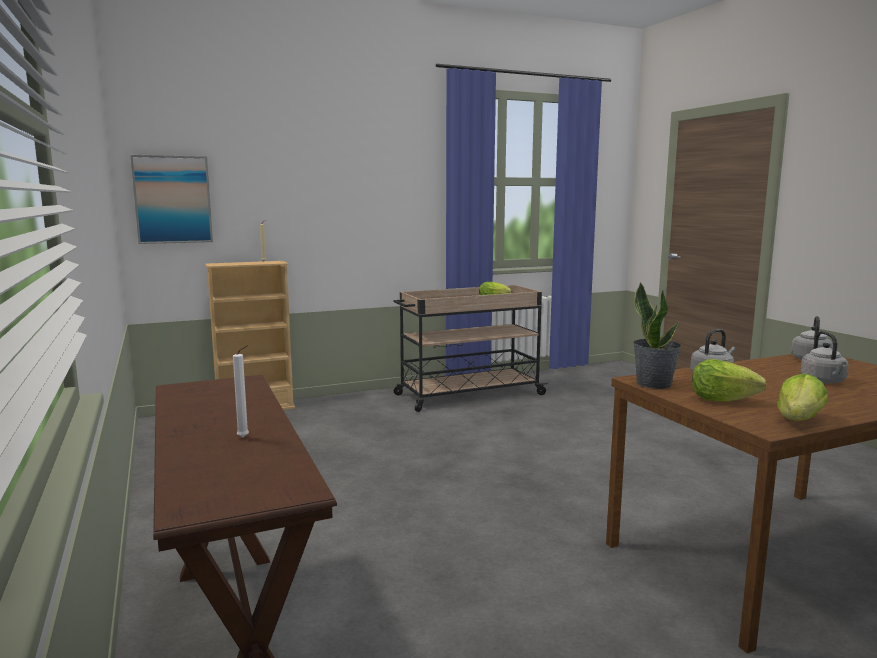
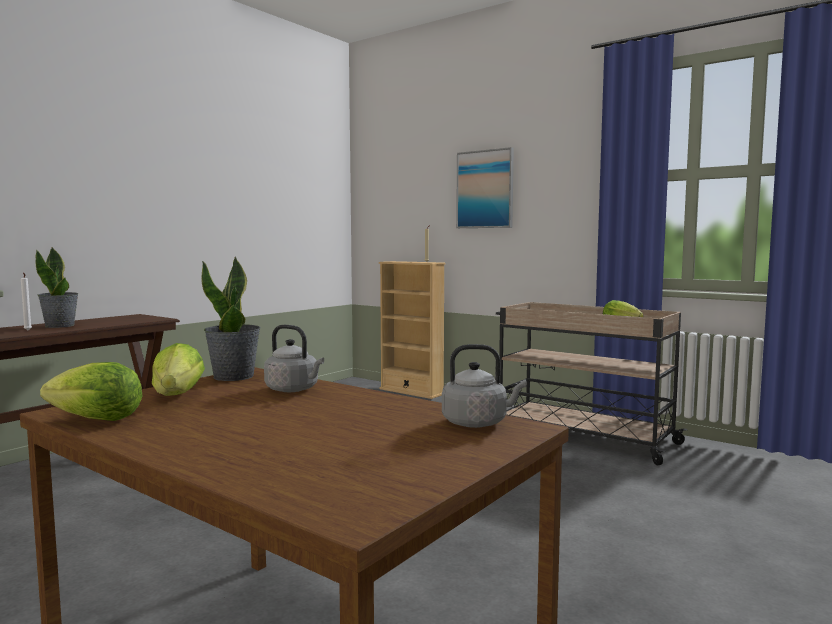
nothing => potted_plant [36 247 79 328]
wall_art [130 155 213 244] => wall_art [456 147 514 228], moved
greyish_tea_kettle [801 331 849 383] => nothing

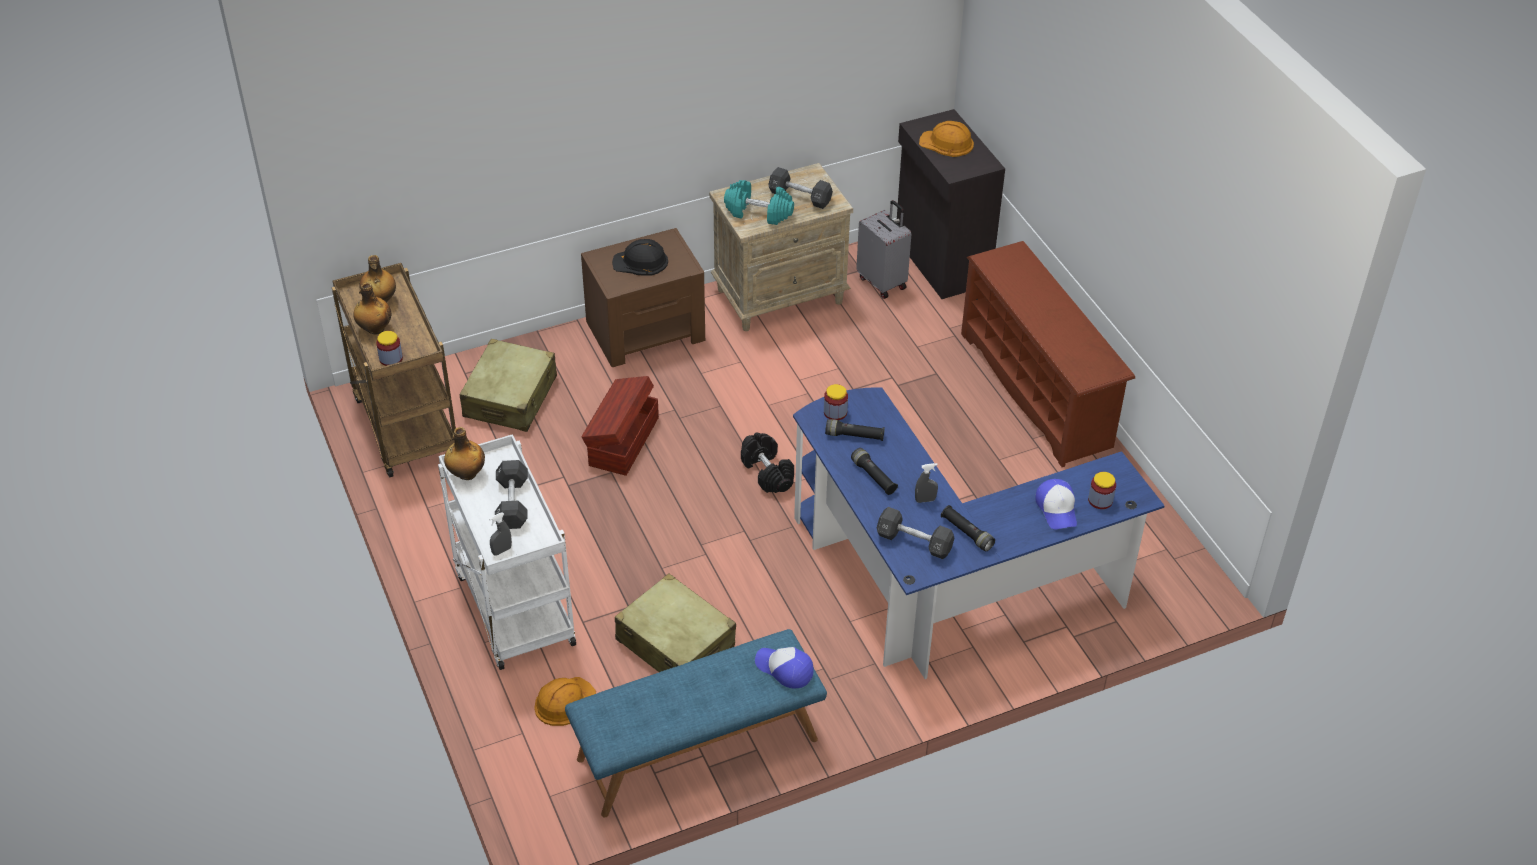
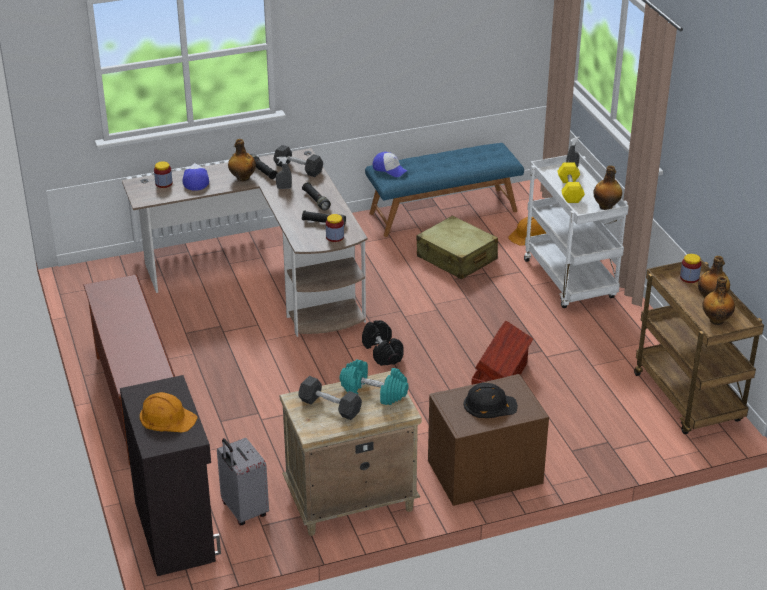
blue_desk [793 388 1165 679] => brownish_desk [122 148 368 337]
nothing => drink_bottle [228 139 256 181]
blackish_hand_weight [495 460 528 529] => yellow_hand_weight [557 162 585 203]
beige_suitcase [460 339 557 432] => nothing

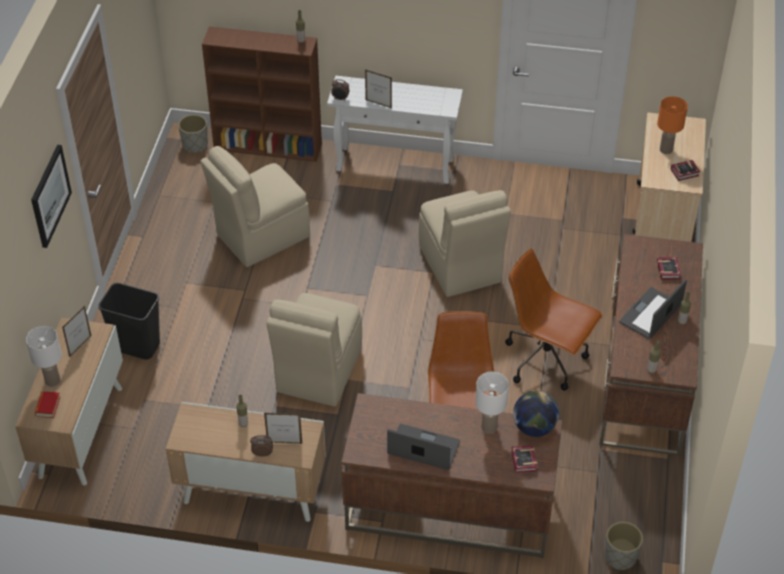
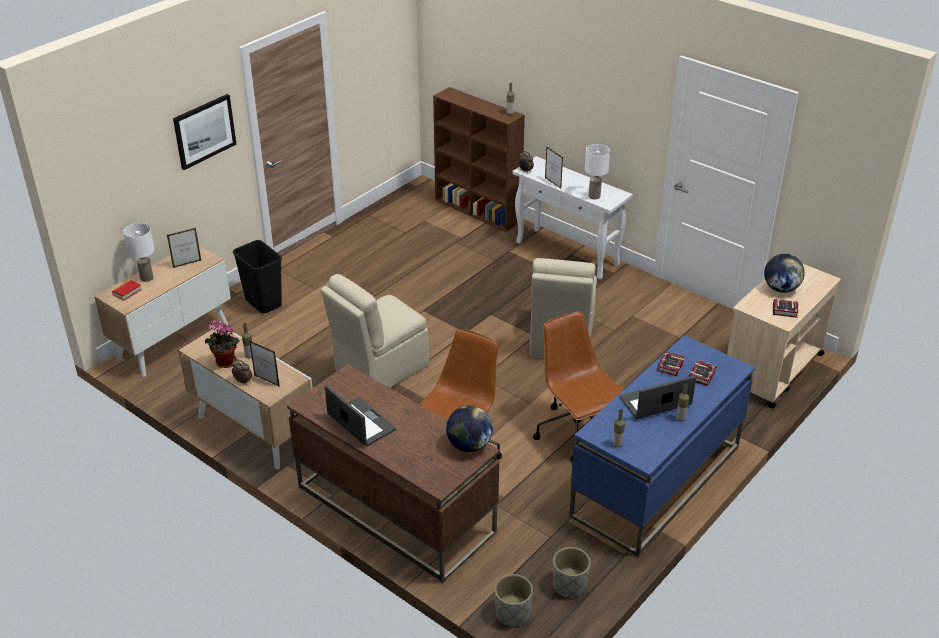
nothing => potted_plant [205 319 240 368]
greyish_plant_pot [178 115 208 153] => greyish_plant_pot [553 547 591 598], moved
brownish_desk [599 234 703 456] => blue_desk [569 335 755 557]
whitish_lamp_for_a_table [475 372 509 434] => whitish_lamp_for_a_table [584 144 610 199], moved
book [511 445 537 474] => book [657 352 684 377], moved
orange-coloured_lamp_for_a_table [657 96 688 154] => world_globe [764 254 805 293]
beige_plain_chair [200 146 310 267] => nothing

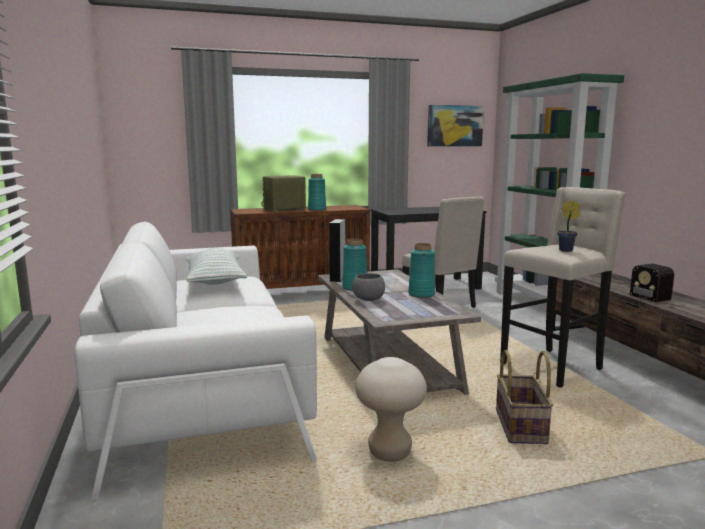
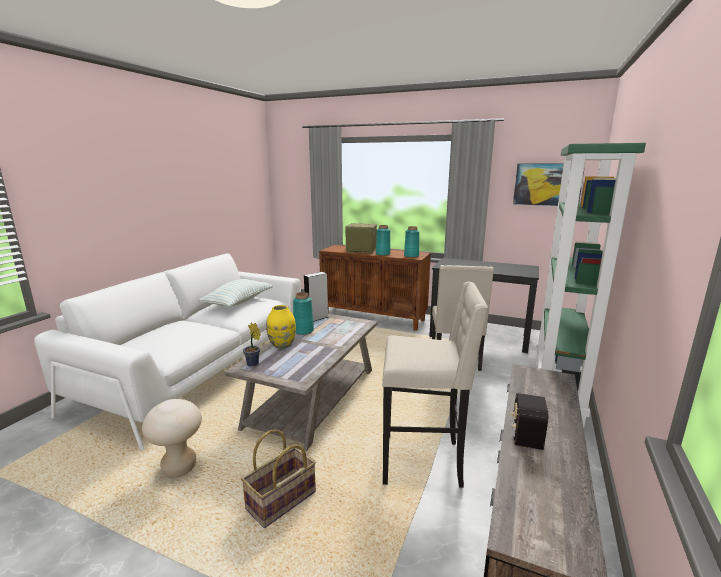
potted_plant [557 199 580 252] => potted_plant [243 323 261 367], moved
greyish_serving_bowl [352 273 385 301] => yellow_vase [266 305 296 349]
turquoise-coloured_vase [408 243 435 298] => turquoise-coloured_vase [404 226 419 258], moved

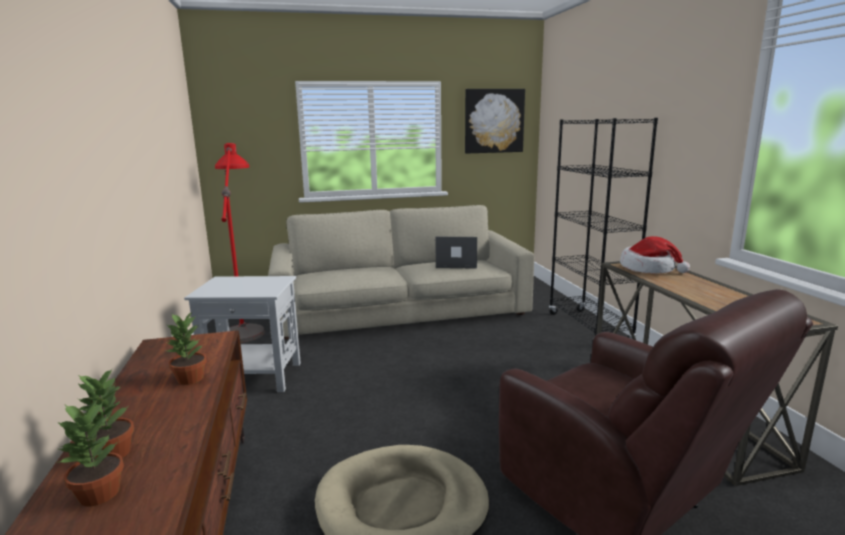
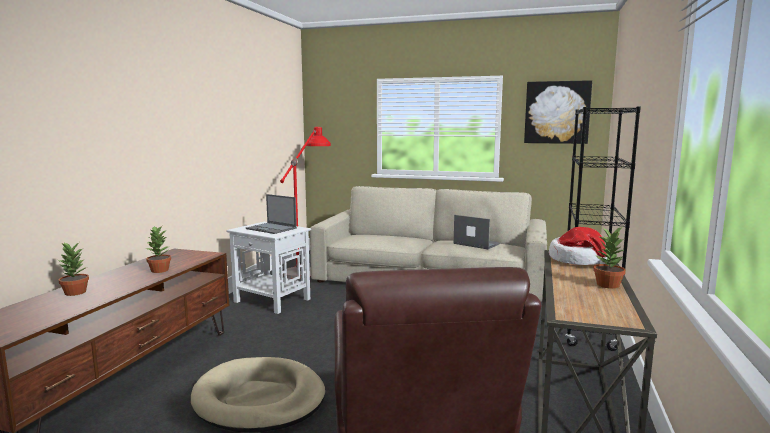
nothing => laptop [246 194 297 234]
potted_plant [57 398 124 506] => potted_plant [593 228 626 289], moved

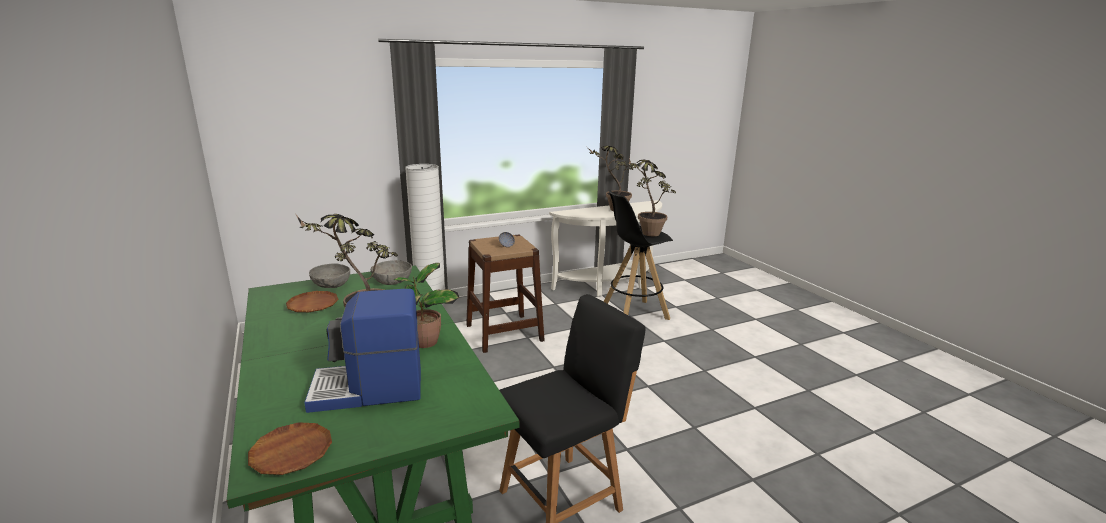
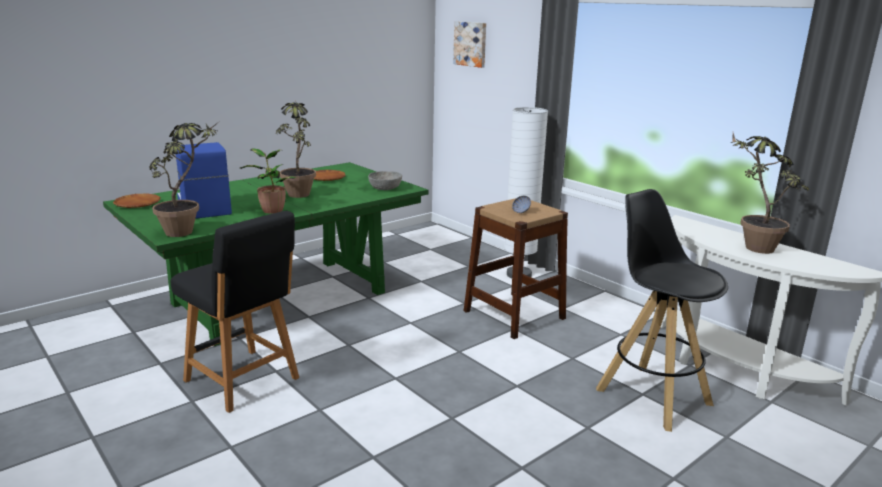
potted_plant [628 158 676 236] => potted_plant [150 121 220 237], moved
nothing => wall_art [453 21 486 68]
greyish_serving_bowl [309 263 350 288] => nothing

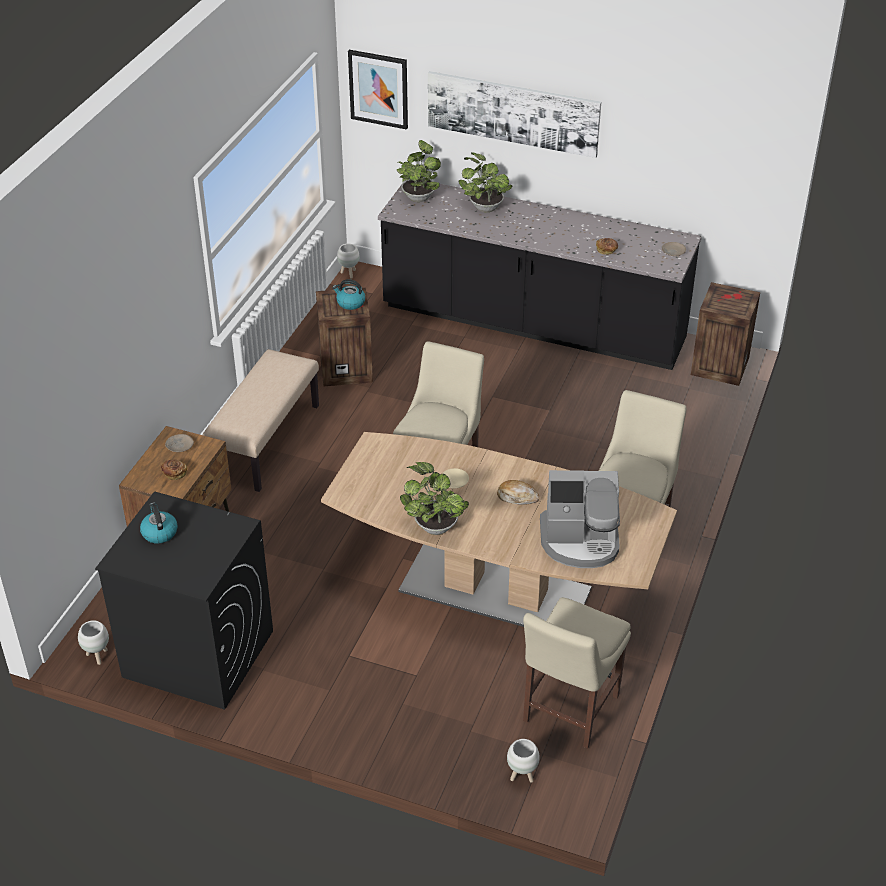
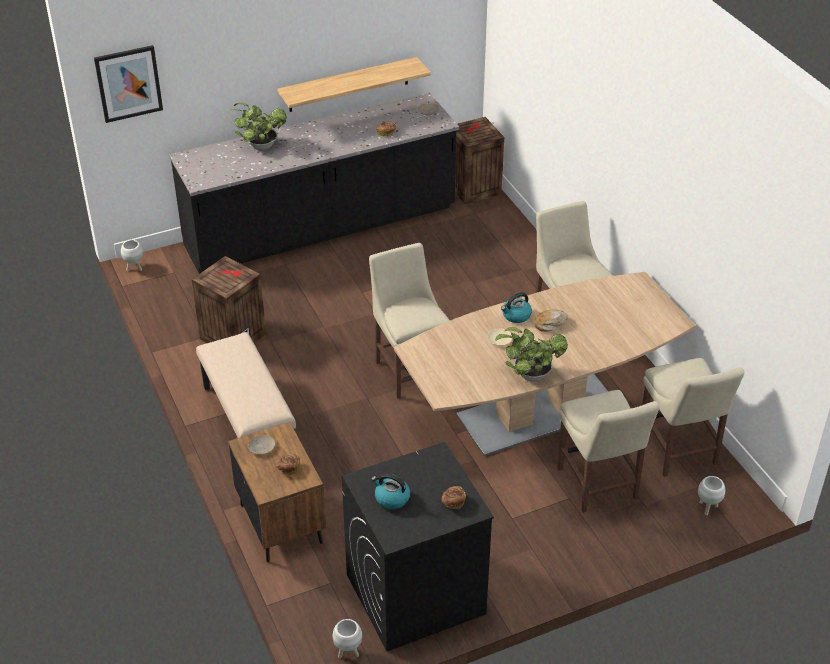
nothing => bracket_shelf [277 57 431 112]
nothing => baked_bread [442 486 466 509]
tea_kettle [332 279 366 310] => tea_kettle [501 292 532 323], moved
nothing => beige_plain_chair [557 390 660 513]
potted_plant [397 140 441 202] => nothing
wall_art [428 71 601 158] => nothing
coffee_maker [540 470 620 568] => nothing

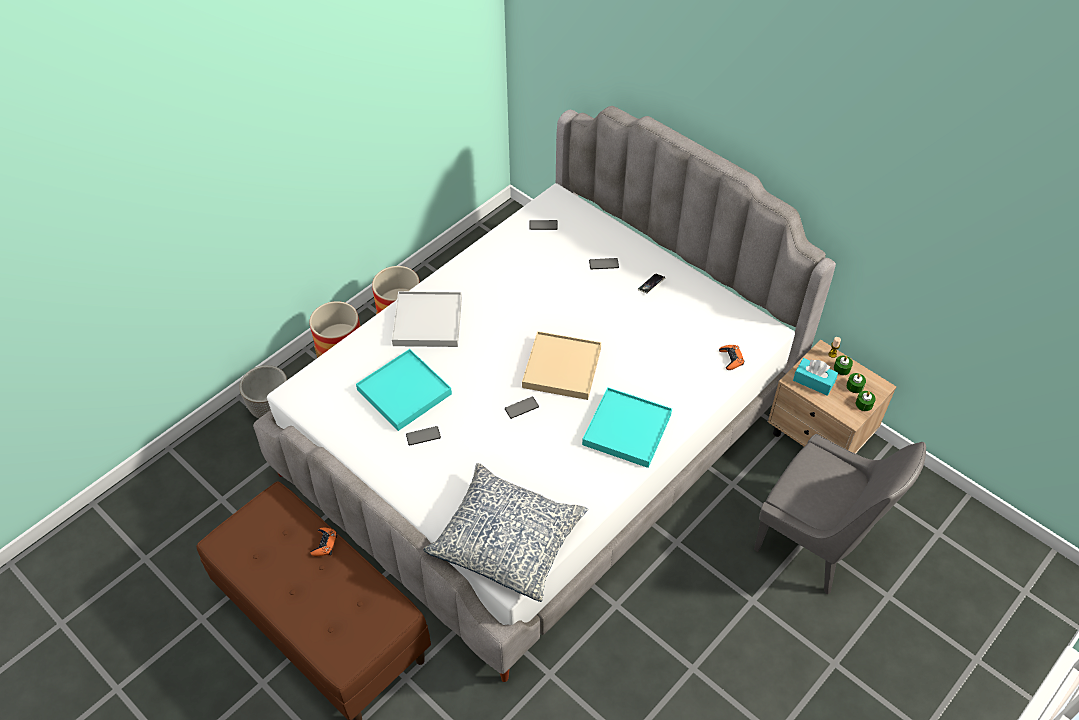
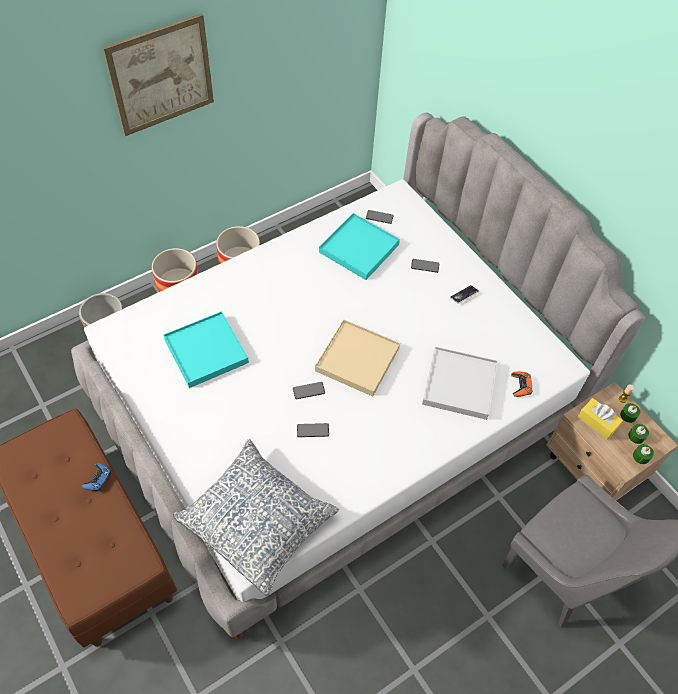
orange-coloured_gamepad [310 528 337 556] => blue_gamepad [82 463 111 491]
nothing => wall_art [102 13 214 136]
handset [406 426 441 445] => handset [297 423 329 437], moved
turquoise-coloured_carrying_tray [582 387 672 468] => turquoise-coloured_carrying_tray [319 213 400 280], moved
whitish_carrying_tray [392 291 462 347] => whitish_carrying_tray [422 346 498 420], moved
turquoise-coloured_box_of_tissues [793 358 838 396] => yellow_box_of_tissues [578 398 623 440]

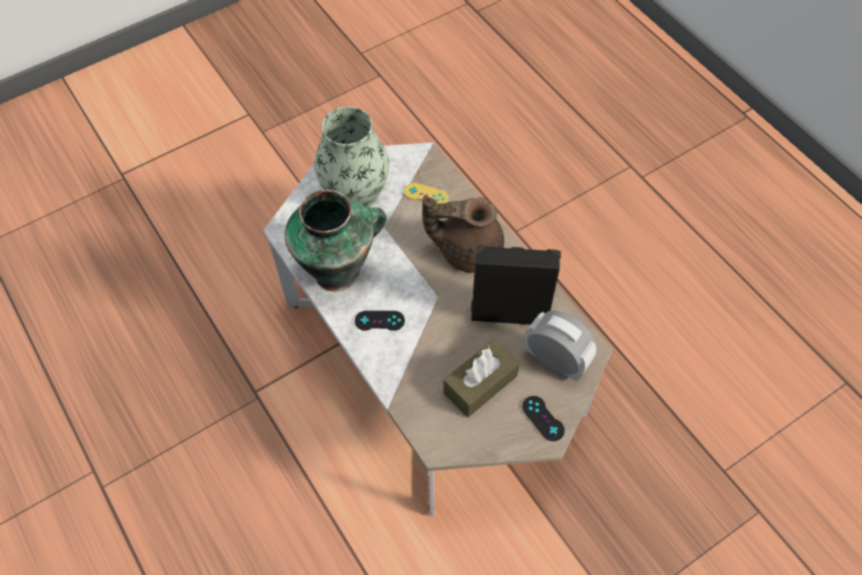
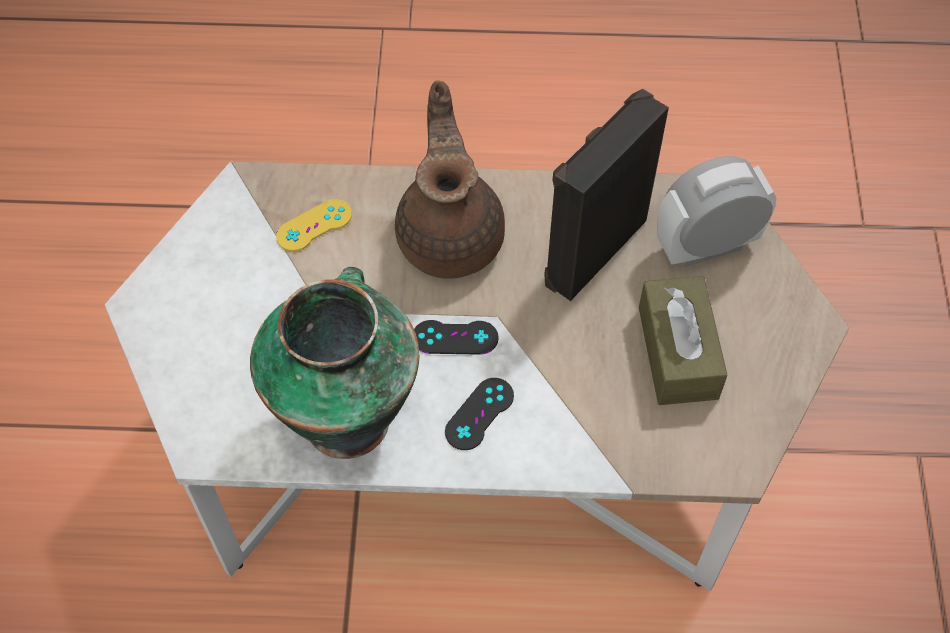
brownish_teapot [422 196 504 273] => brownish_teapot [395 80 505 279], 135 degrees clockwise
blackish_gamepad [522 396 565 441] => blackish_gamepad [414 320 499 355], moved
vase [314 106 389 207] => nothing

